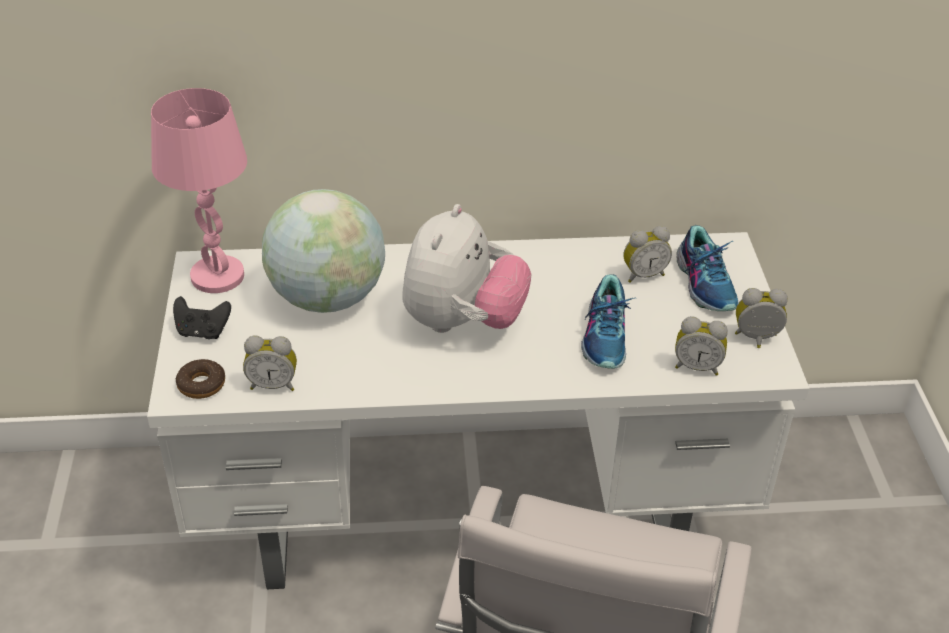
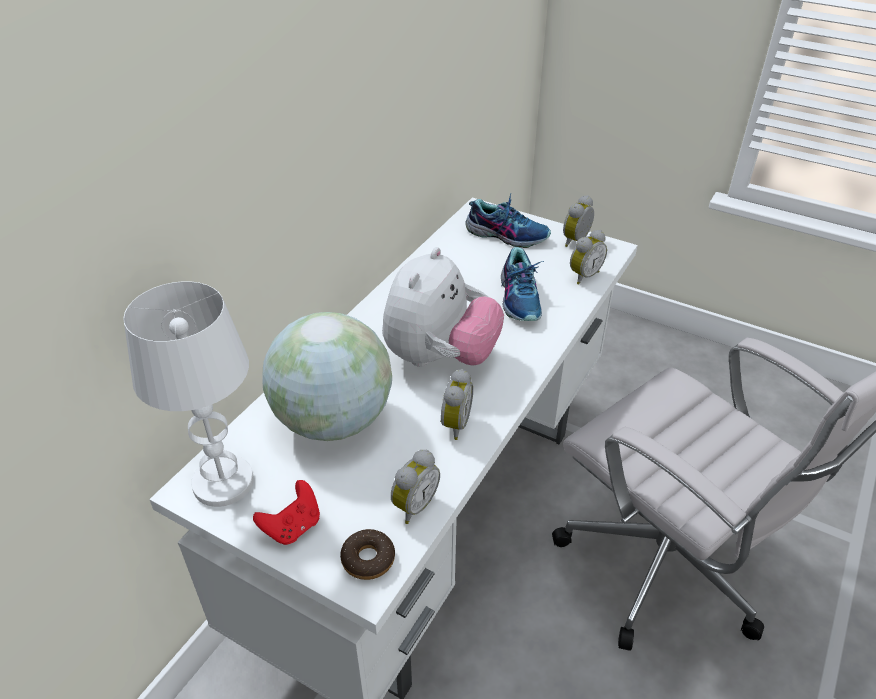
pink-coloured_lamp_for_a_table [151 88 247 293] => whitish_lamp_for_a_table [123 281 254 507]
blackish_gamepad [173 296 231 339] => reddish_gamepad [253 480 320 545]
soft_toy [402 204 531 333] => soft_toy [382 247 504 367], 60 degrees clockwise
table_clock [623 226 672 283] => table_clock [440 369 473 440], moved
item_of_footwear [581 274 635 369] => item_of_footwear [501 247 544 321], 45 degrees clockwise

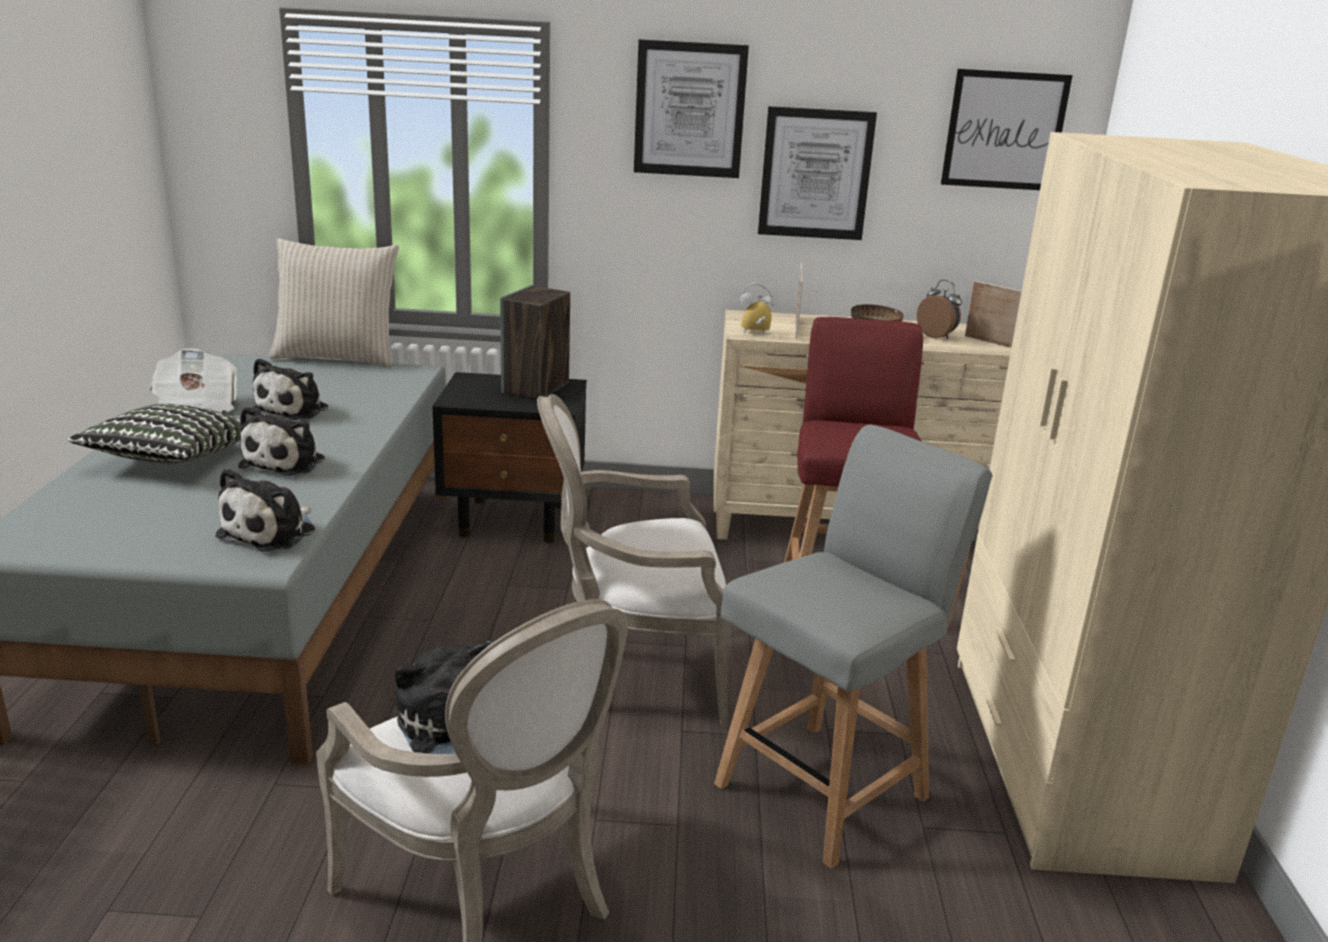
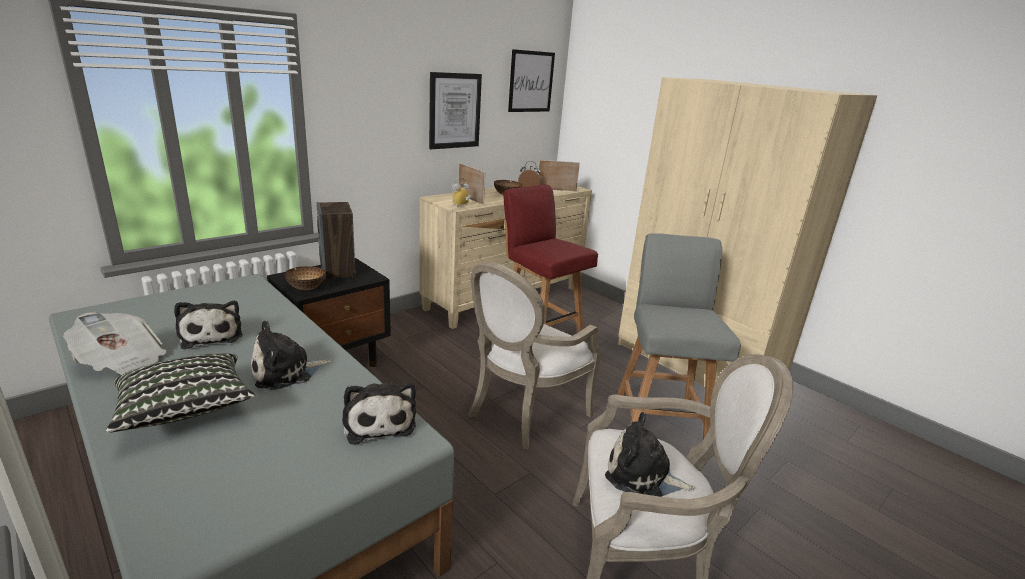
soft_toy [238 406 325 476] => soft_toy [251 320 331 390], 90 degrees clockwise
nothing => serving_bowl [285 266 325 290]
beige_pillow [269 238 399 367] => nothing
wall_art [634 39 749 178] => nothing

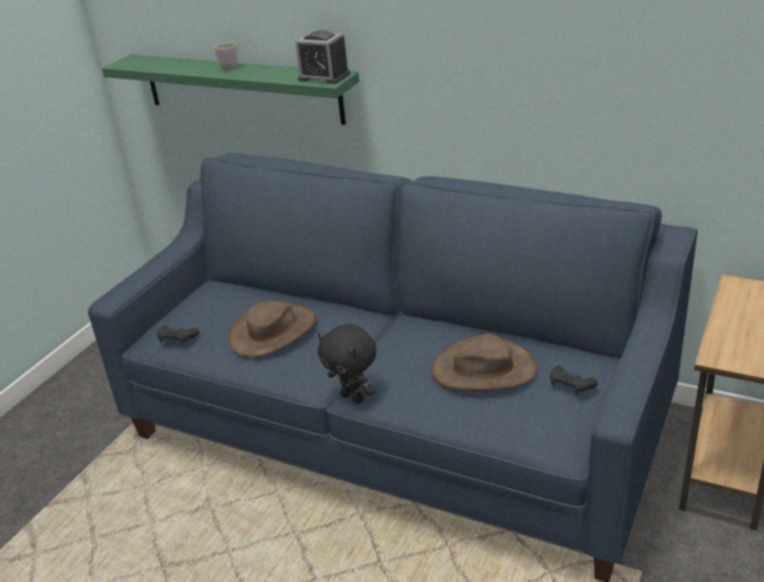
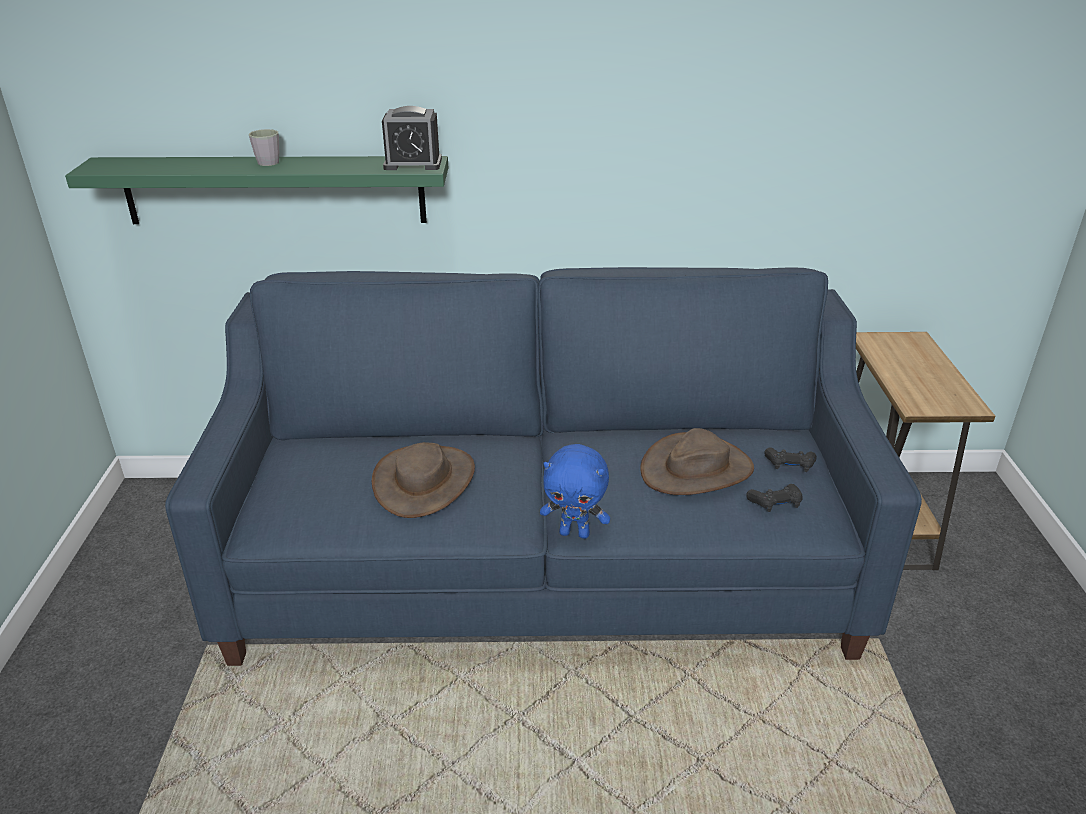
blackish_soft_toy [318 324 377 404] => blue_soft_toy [540 444 610 539]
blackish_gamepad [157 325 199 344] => blackish_gamepad [746 484 803 512], moved

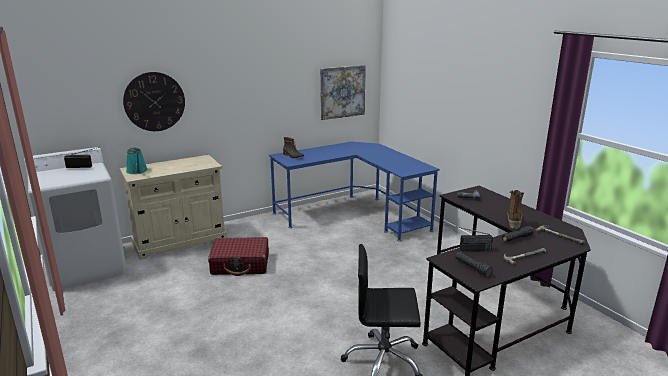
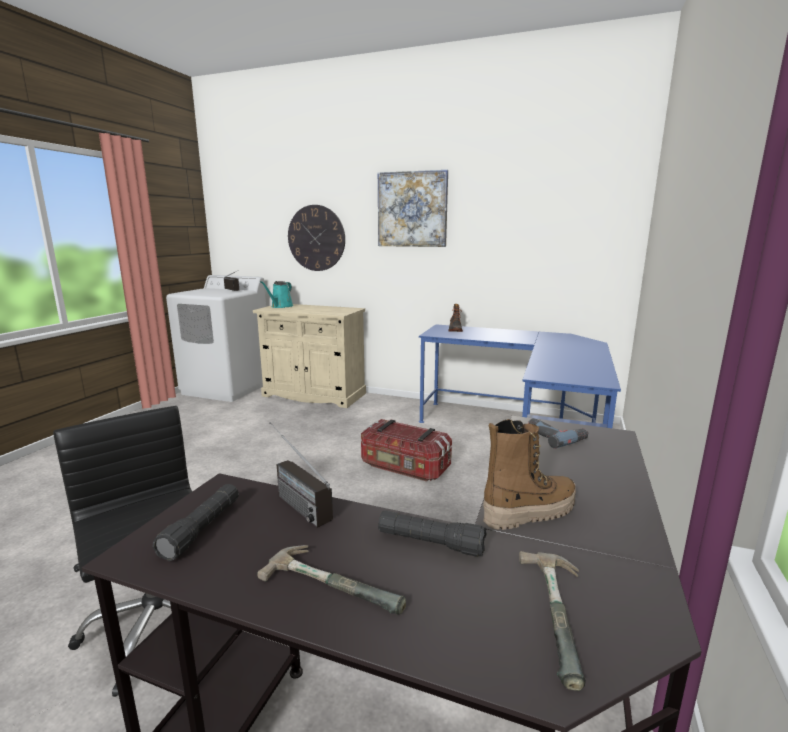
nothing => storage_bin [361 419 452 482]
wall_art [320 65 366 120] => wall_art [378 170 448 247], moved
reddish_suitcase [208 237 269 276] => nothing

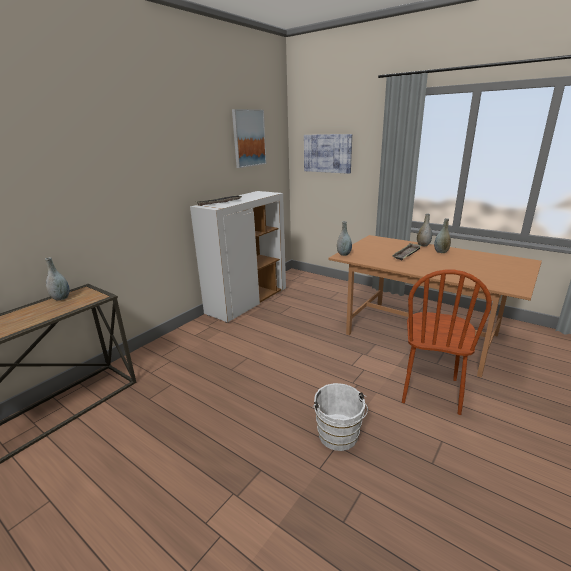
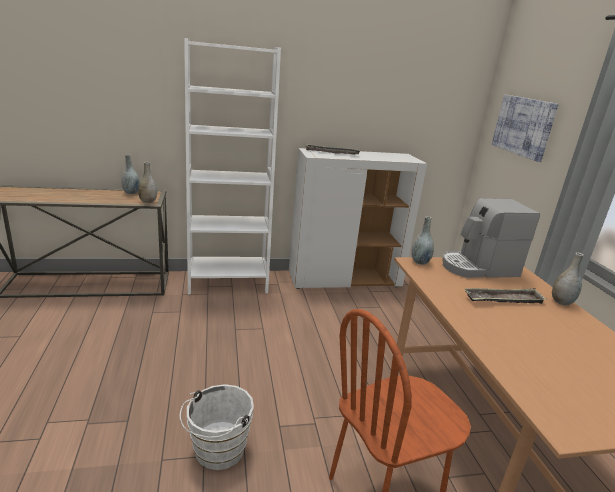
greyish_vase [434 218 451 253] => greyish_vase [138 162 157 203], moved
nothing => whitish_shelving_unit [184 38 281 294]
nothing => coffee_maker [442 198 540 278]
wall_art [232 109 267 168] => nothing

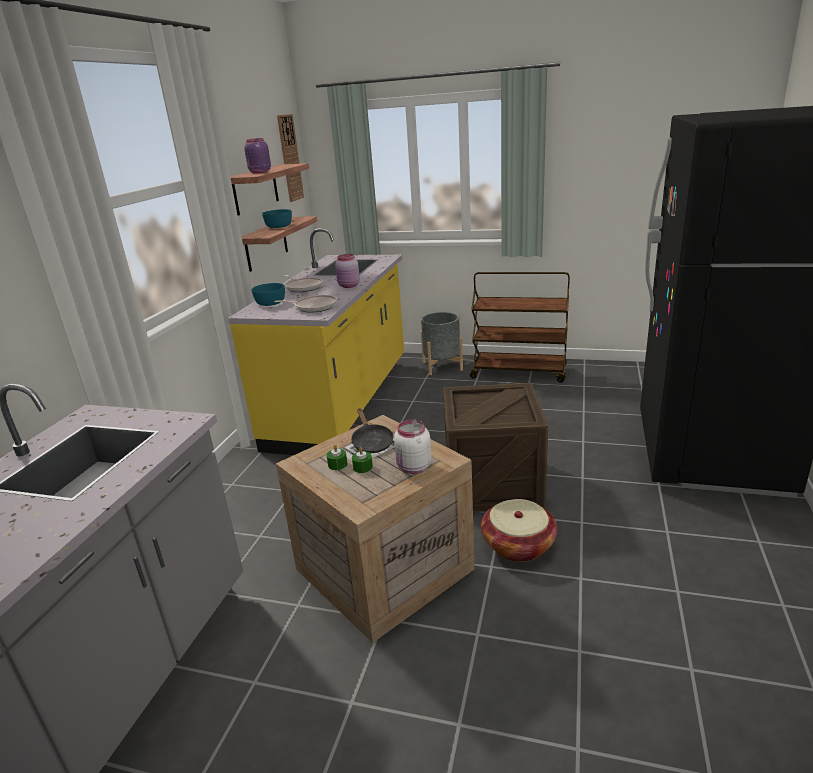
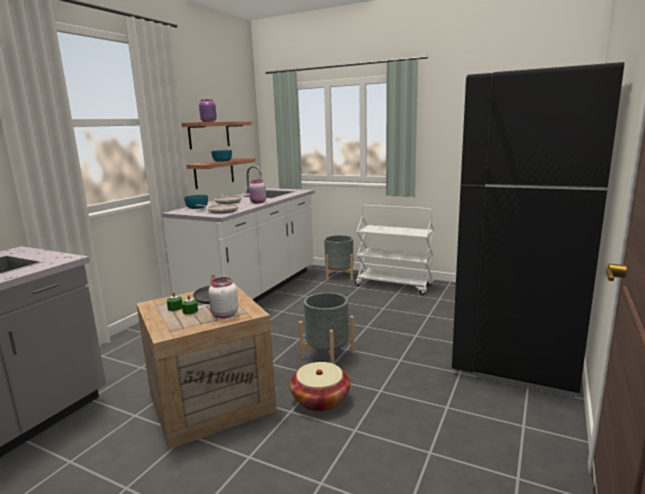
yellow_kitchen_counter [228 228 404 455] => whitish_kitchen_counter [161 166 315 302]
crate [443 383 548 512] => greyish_plant_pot [299 292 354 364]
brownish_trolley [470 272 570 383] => whitish_trolley [355 205 434 295]
wall_clock [277 114 304 202] => nothing

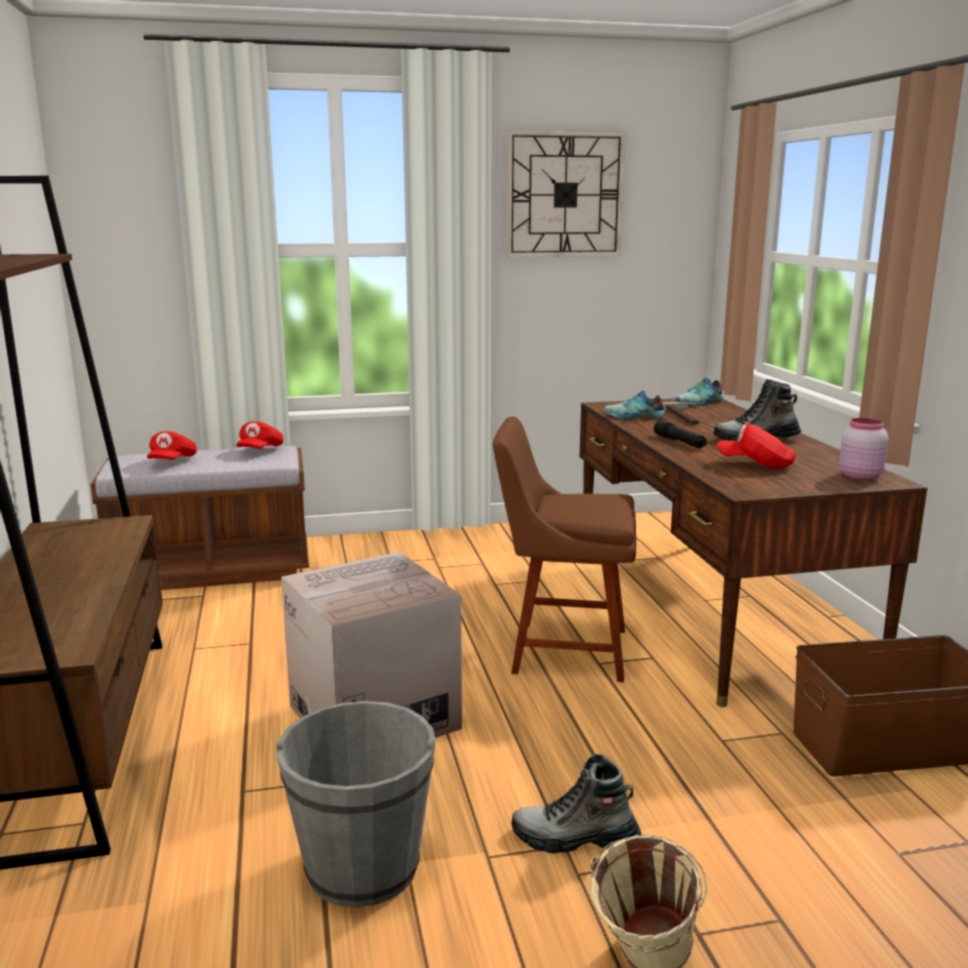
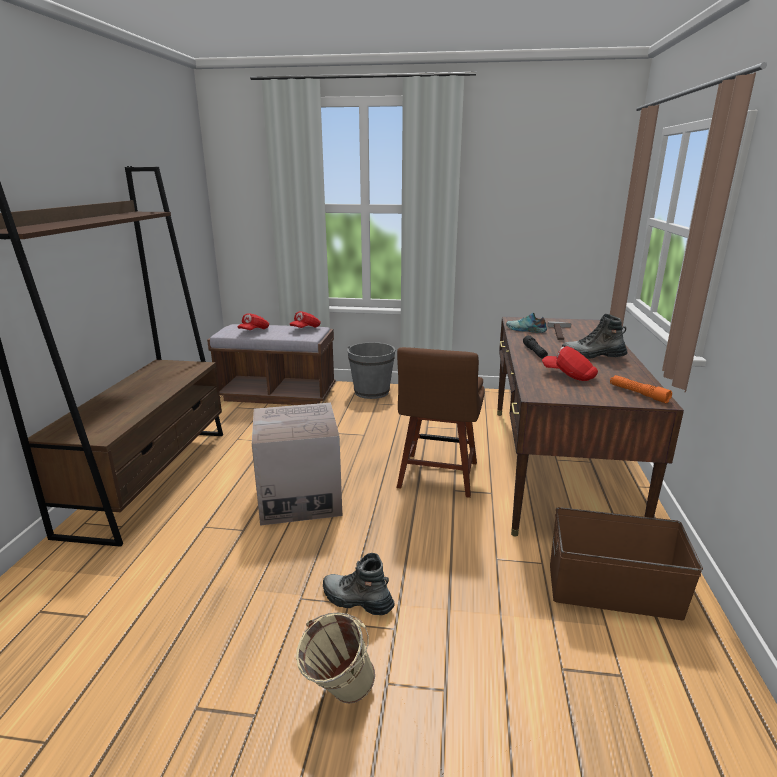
greyish_pail [276 701 436 907] => greyish_pail [347 342 396 399], moved
brownish_plain_chair [493 416 636 682] => brownish_plain_chair [397 347 484 498], 105 degrees counterclockwise
pink-coloured_preserve_jar [839 418 888 480] => orange-coloured_flashlight [610 375 672 403]
wall_clock [507 130 626 258] => nothing
item_of_footwear [675 377 724 406] => nothing

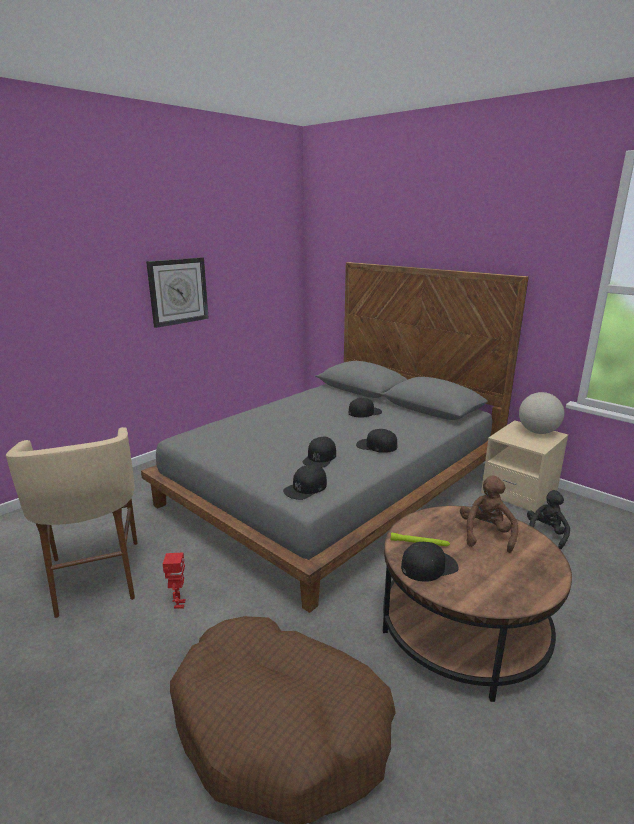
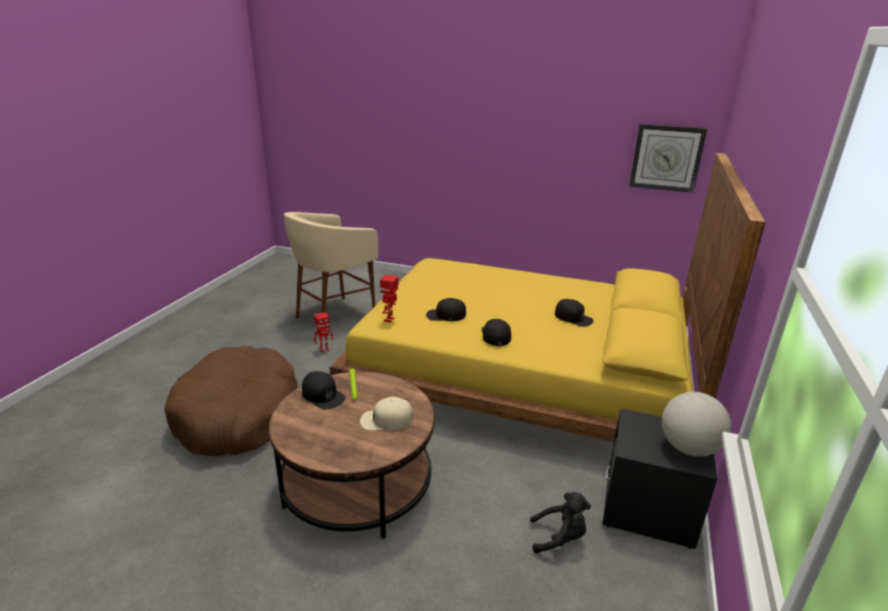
greyish_bedroom_bed [141 262 529 613] => yellow_bedroom_bed [329 153 766 442]
brownish_soft_toy [460 475 518 553] => beige_cap [360 397 413 431]
blackish_cap [283 465 327 500] => model_robot [380 275 399 322]
beige_bedside_table [481 420 568 513] => blackish_bedside_table [602 408 717 549]
wall_clock [146 257 209 328] => wall_clock [629 124 707 193], moved

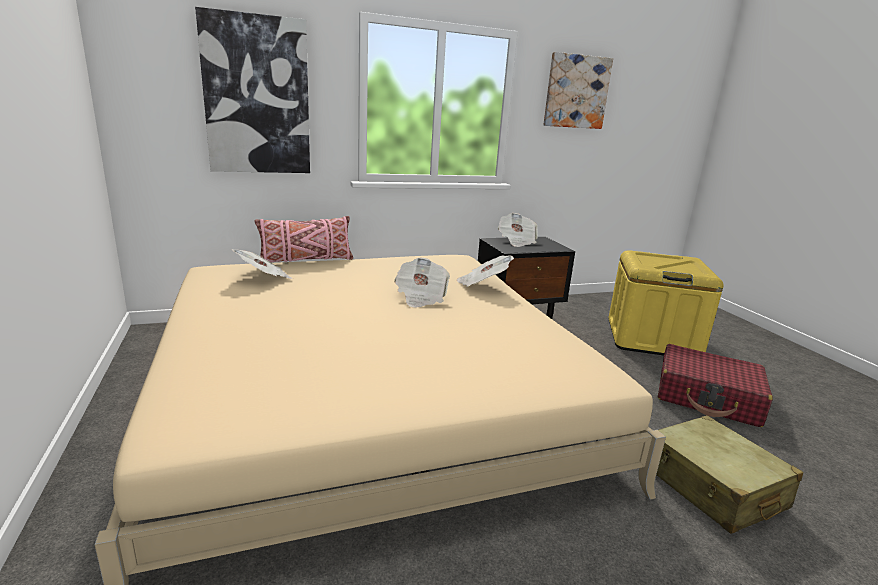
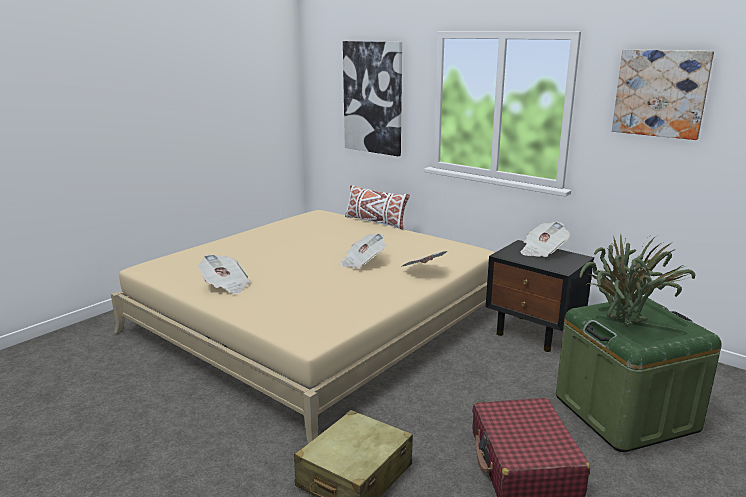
printed_paper [231 249 293 279] => printed_paper [198 254 251 295], moved
pink-coloured_pillow [255 216 353 263] => whitish_pillow [345 185 410 230]
yellow_storage_bin [608 250 724 356] => green-coloured_storage_bin [556 296 722 452]
nothing => potted_plant [579 234 695 327]

